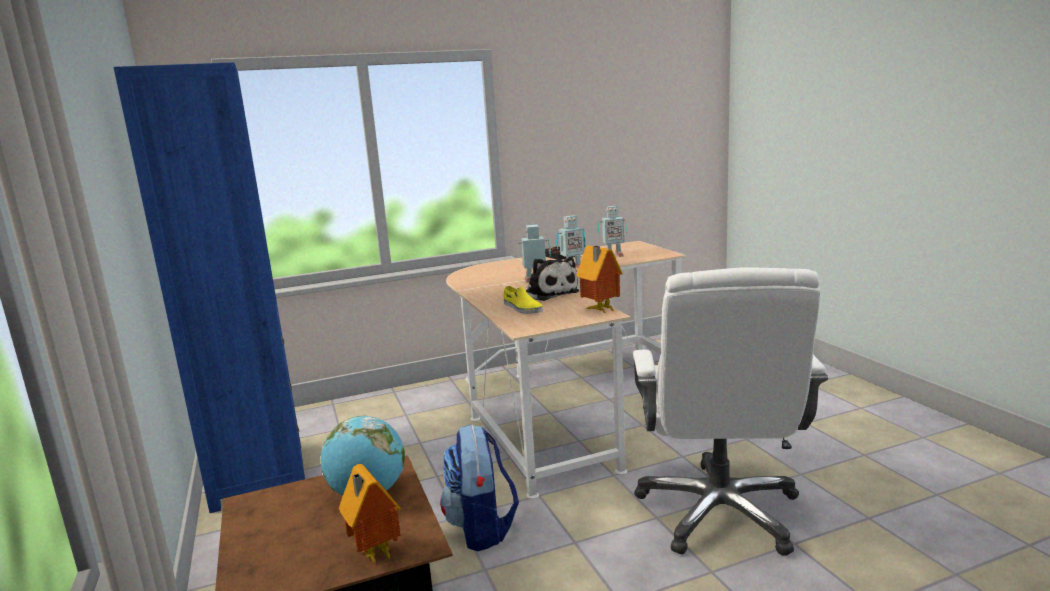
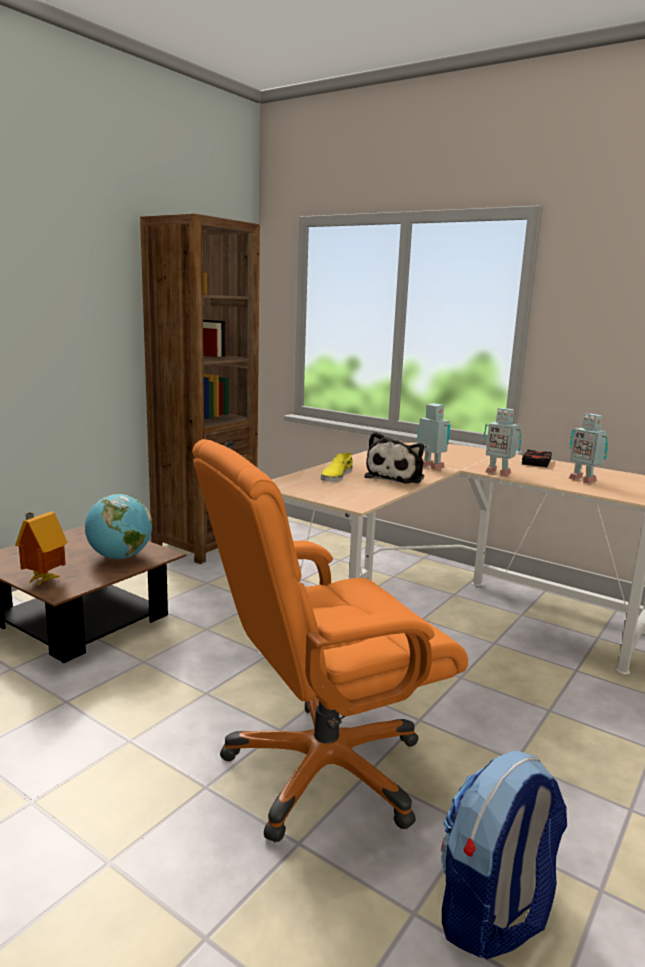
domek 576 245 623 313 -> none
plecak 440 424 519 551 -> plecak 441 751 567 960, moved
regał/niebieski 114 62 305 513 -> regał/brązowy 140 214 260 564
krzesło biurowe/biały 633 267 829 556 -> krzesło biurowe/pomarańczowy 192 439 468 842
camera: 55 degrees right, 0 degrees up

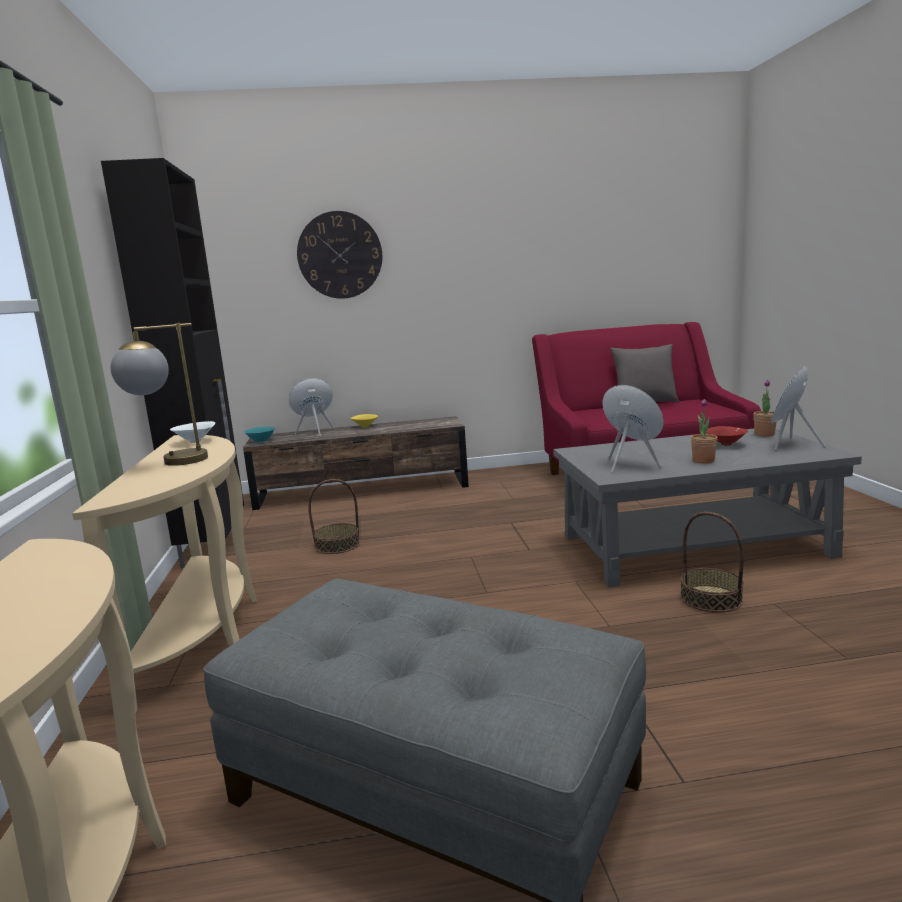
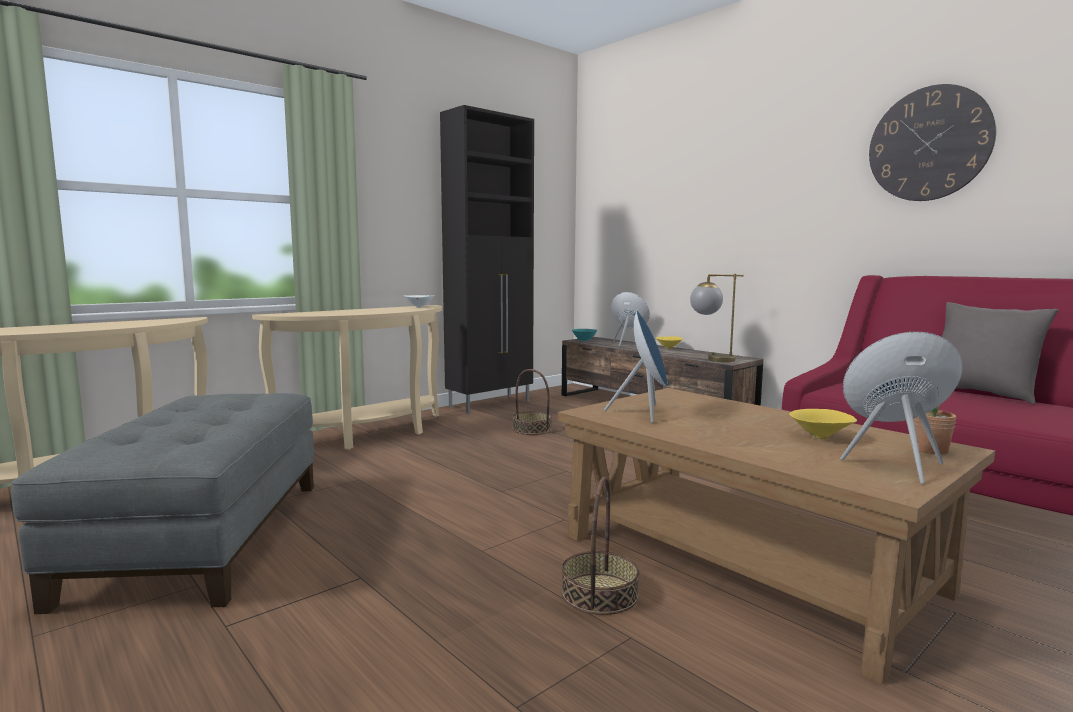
roślina doniczkowa 691 399 718 463 -> none
lampa stołowa 111 323 208 466 -> lampa stołowa 690 274 744 362, moved
zegar ścienny 297 211 382 299 -> zegar ścienny 869 84 996 201, moved
ława/szary 553 429 862 587 -> ława/brązowy 558 388 995 685
miska/czerwony 706 426 748 446 -> miska/żółty 789 409 857 439
camera: 55 degrees right, 5 degrees down

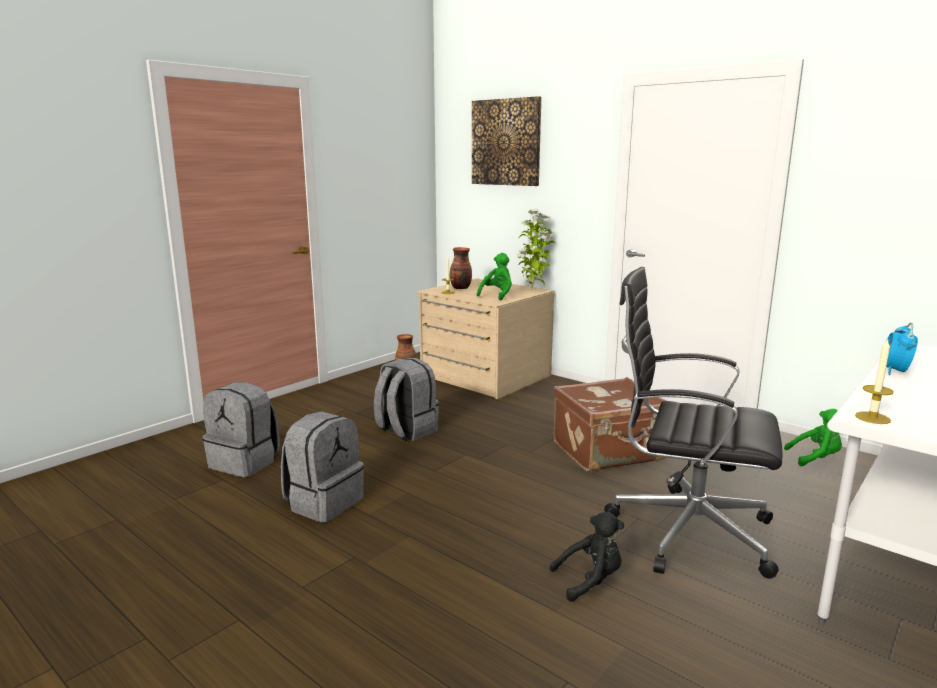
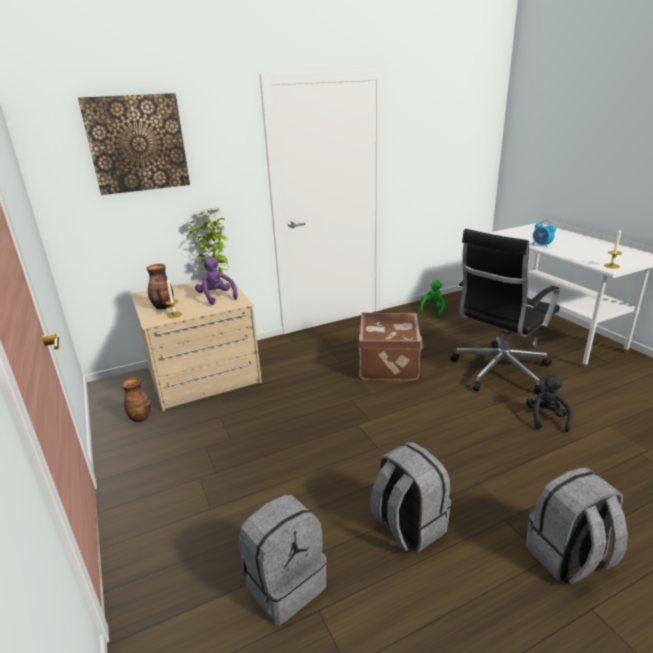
plecak/szary 374 357 439 441 -> plecak/szary 526 467 628 584, moved
pluszak/zielony 477 253 512 301 -> pluszak/fioletowy 195 256 238 305
camera: 65 degrees left, 10 degrees up

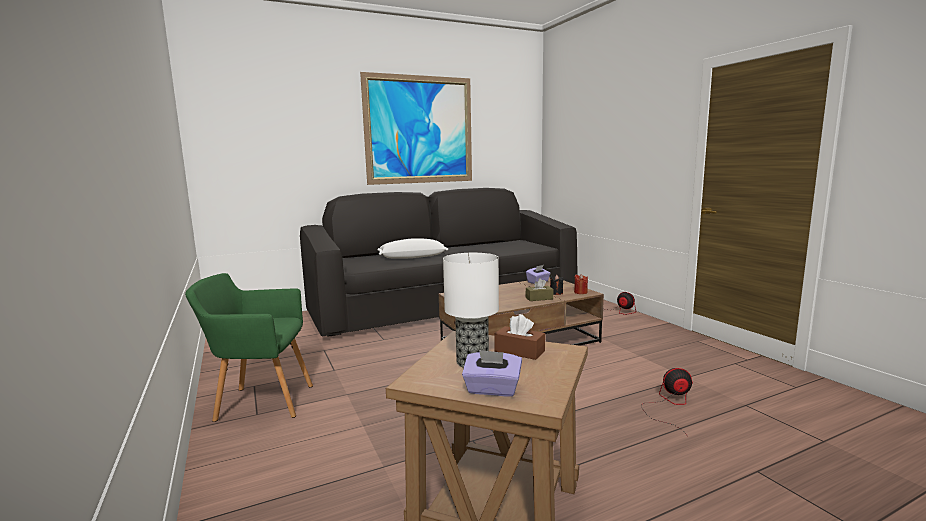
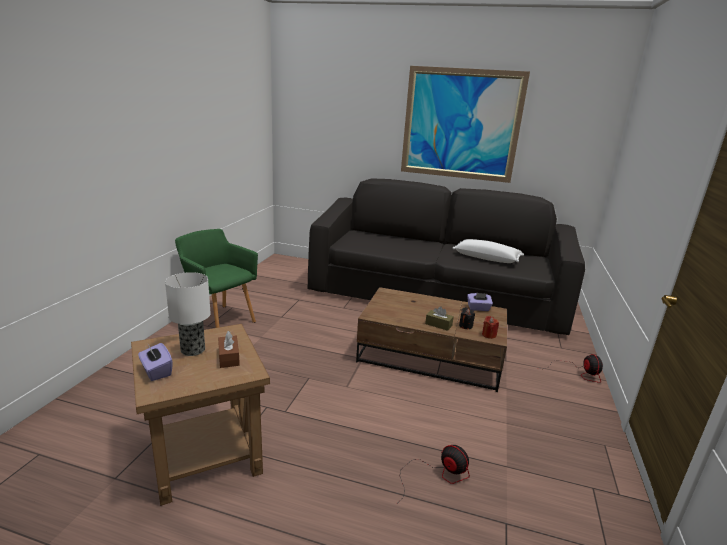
poduszka/biały 377 238 448 259 -> poduszka/biały 453 239 524 263, moved
camera: 40 degrees right, 10 degrees up

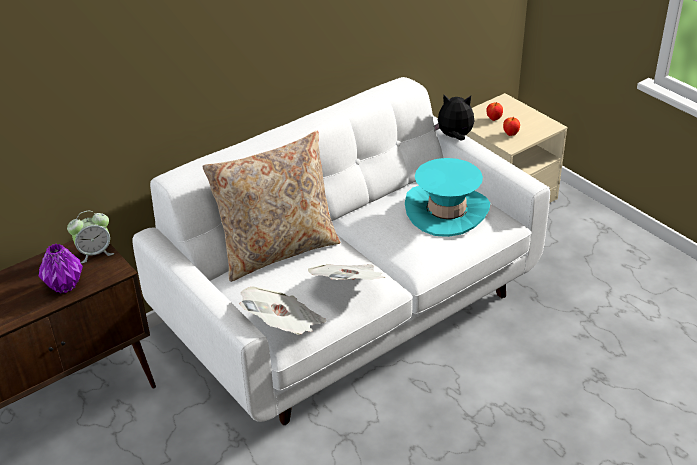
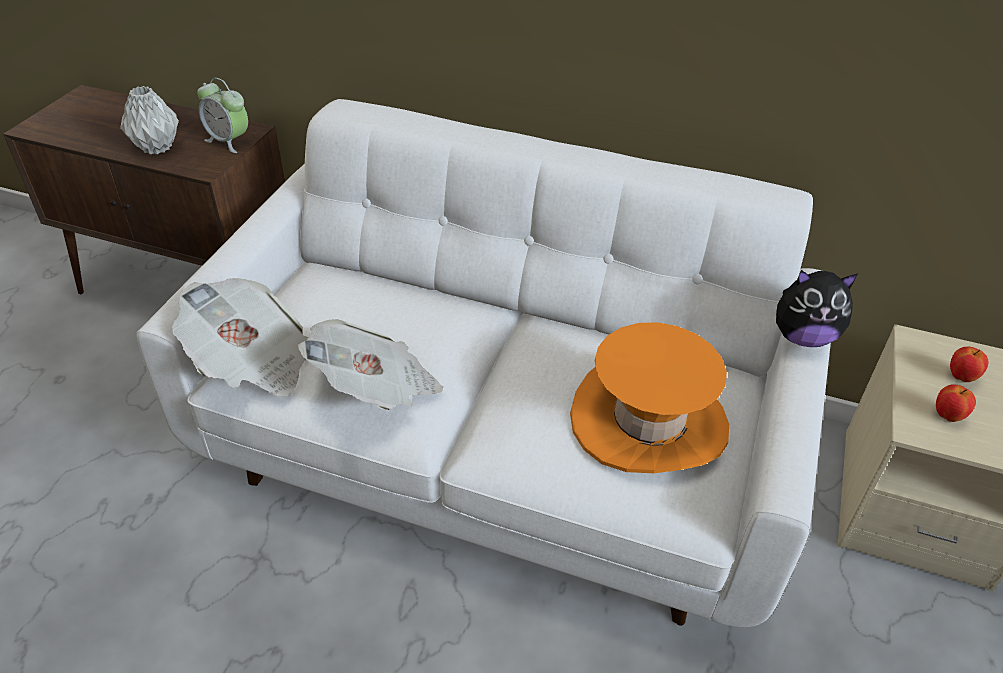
poduszka/beżowy 202 131 340 282 -> none
wazon/fioletowy 39 244 83 293 -> wazon/szary 120 86 179 154
kapelusz/turkusowy 405 158 490 237 -> kapelusz/pomarańczowy 570 322 729 473
pluszak 434 94 474 141 -> pluszak 776 270 858 347, 120 degrees clockwise
camera: 55 degrees right, 5 degrees up

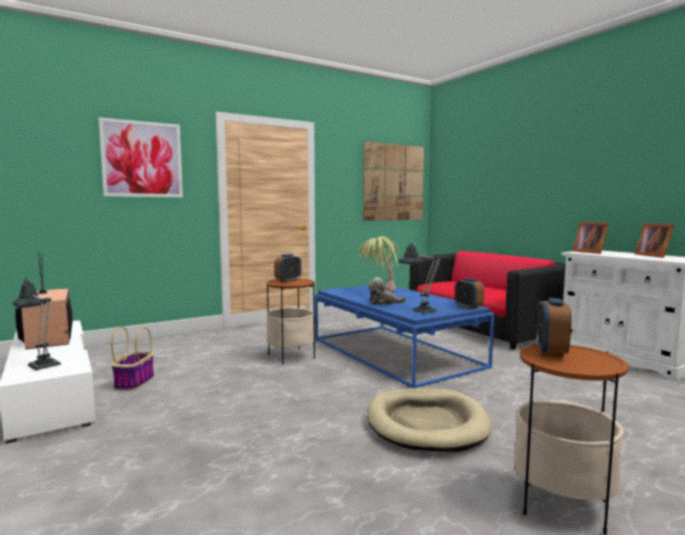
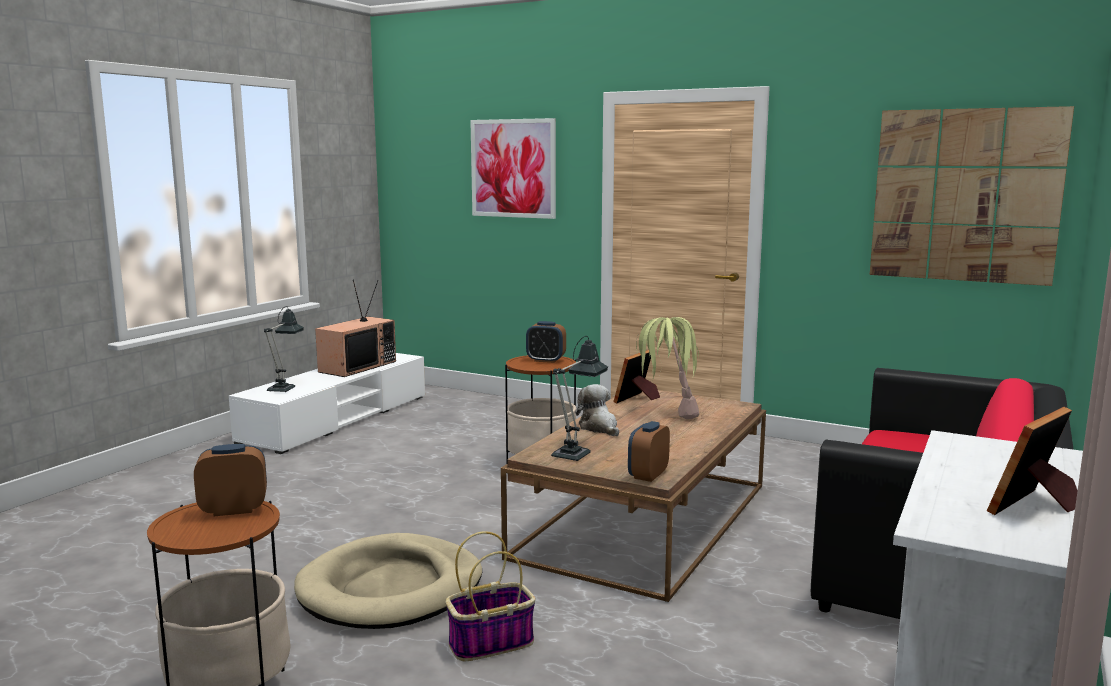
koszyk 111 326 154 391 -> koszyk 446 531 536 661, moved
ramka na zdjęcie 573 222 608 254 -> ramka na zdjęcie 613 350 660 404, moved
ława/niebieski 315 284 494 388 -> ława/brązowy 501 390 766 603
camera: 60 degrees right, 5 degrees up

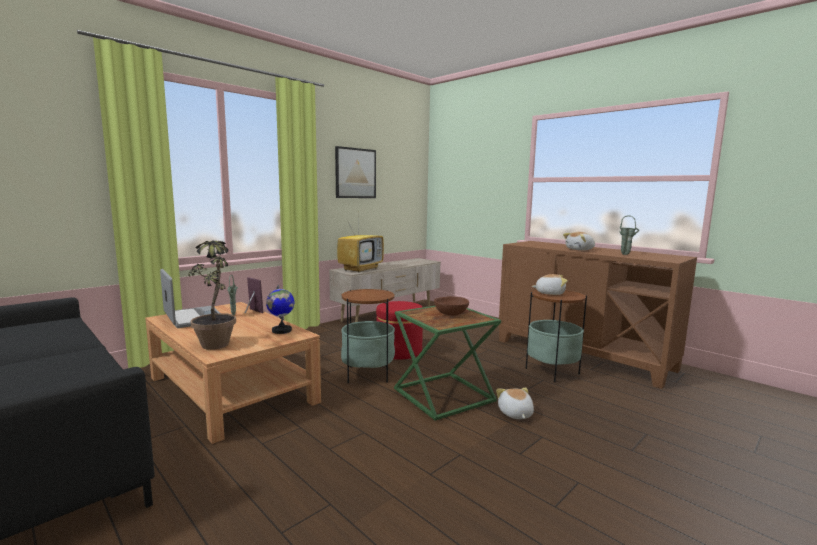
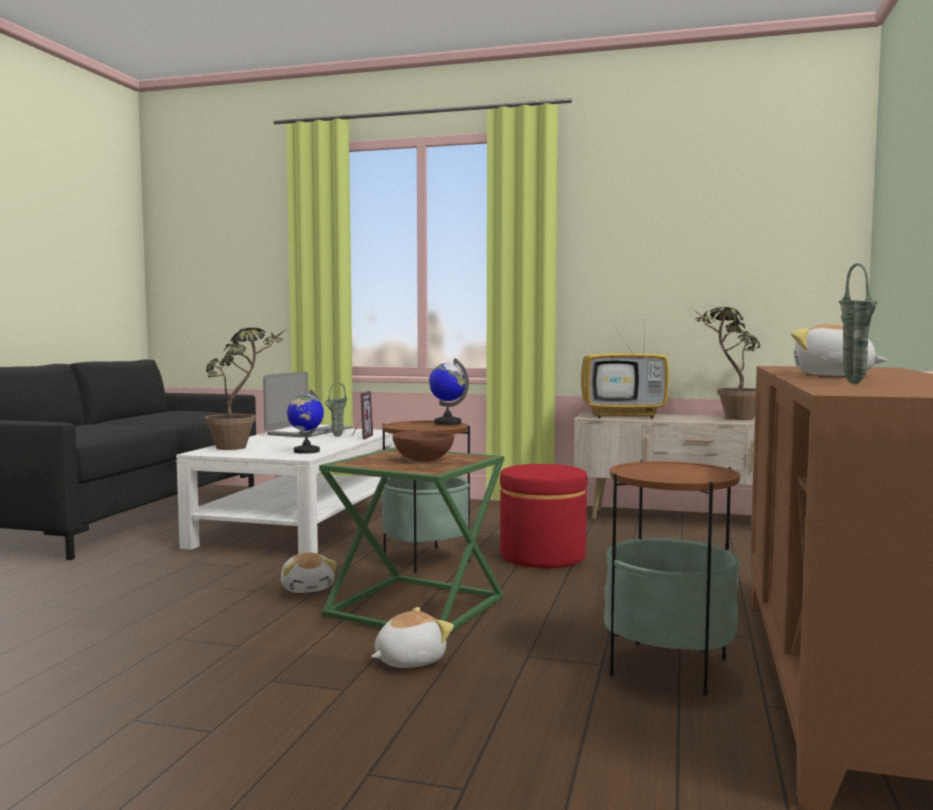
obraz 335 146 376 198 -> none
none -> globus 429 358 469 425
none -> roślina doniczkowa 693 307 760 420
pluszak 532 274 568 295 -> pluszak 281 553 337 593, moved
ława/brązowy 145 302 321 444 -> ława/biały 176 427 395 554
camera: 60 degrees right, 5 degrees down

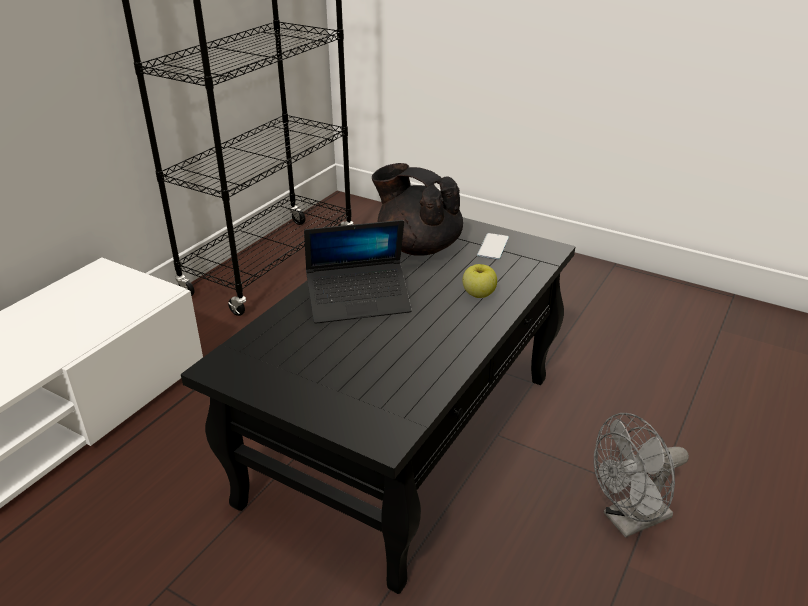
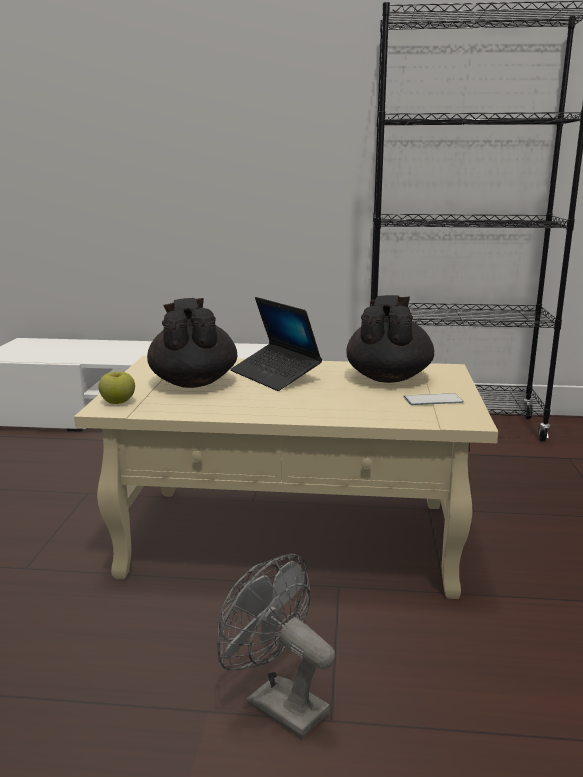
none -> imbryk/czarny 147 298 237 388
jabłko 462 264 497 298 -> jabłko 98 372 135 404, moved
ława/czarny 181 217 576 594 -> ława/beżowy 74 356 498 599
camera: 65 degrees right, 15 degrees down

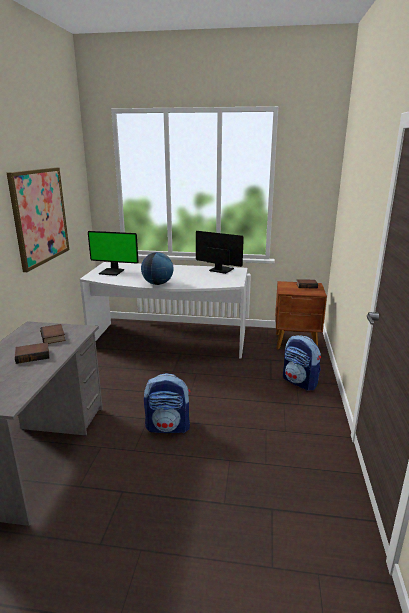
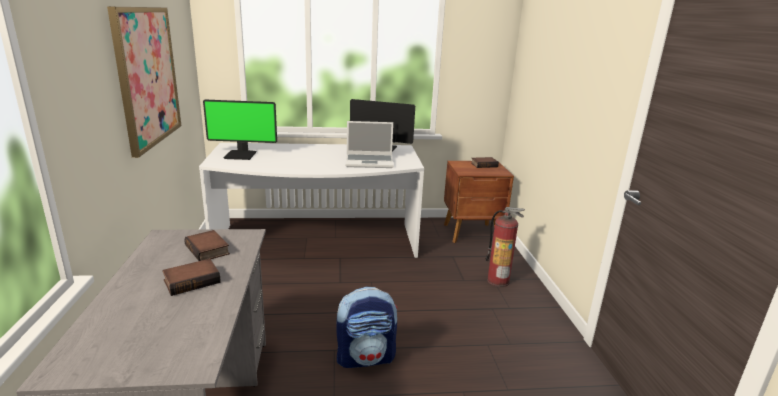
globus 141 252 174 285 -> none
none -> laptop 345 121 394 168
plecak 283 335 321 391 -> gaśnica 485 207 525 287
camera: 15 degrees left, 0 degrees up

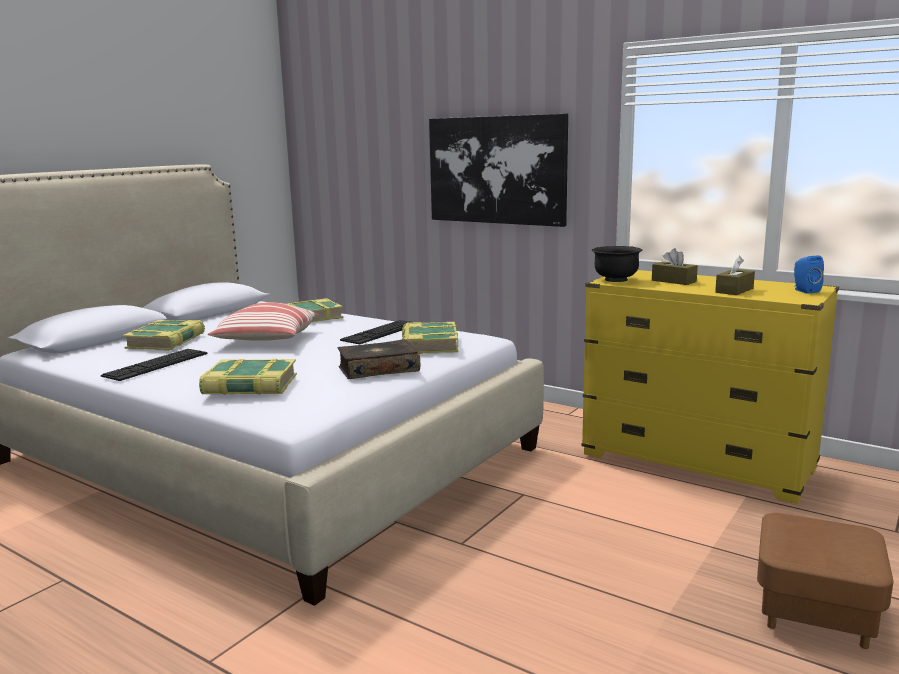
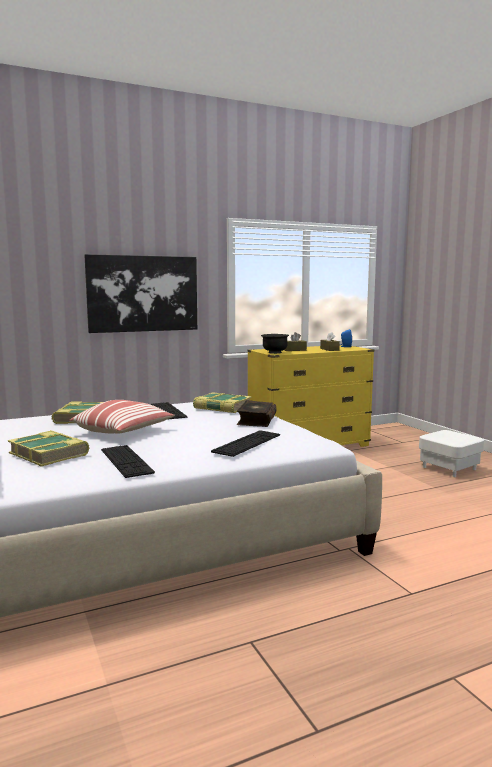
książka 199 359 297 395 -> klawiatura 211 430 280 457
pufa/brązowy 757 513 893 649 -> pufa/biały 419 430 484 477
camera: 60 degrees left, 5 degrees down

